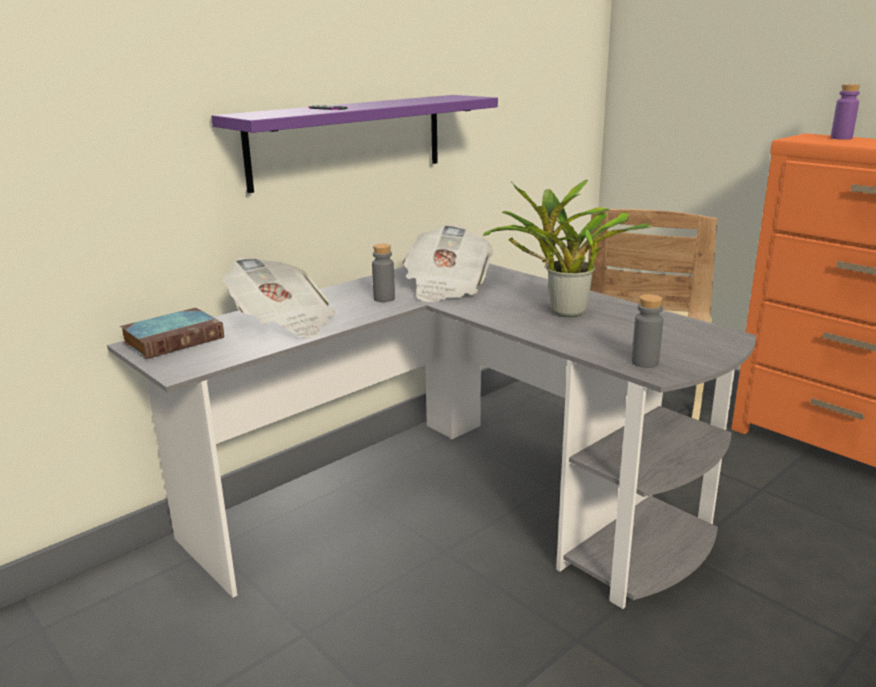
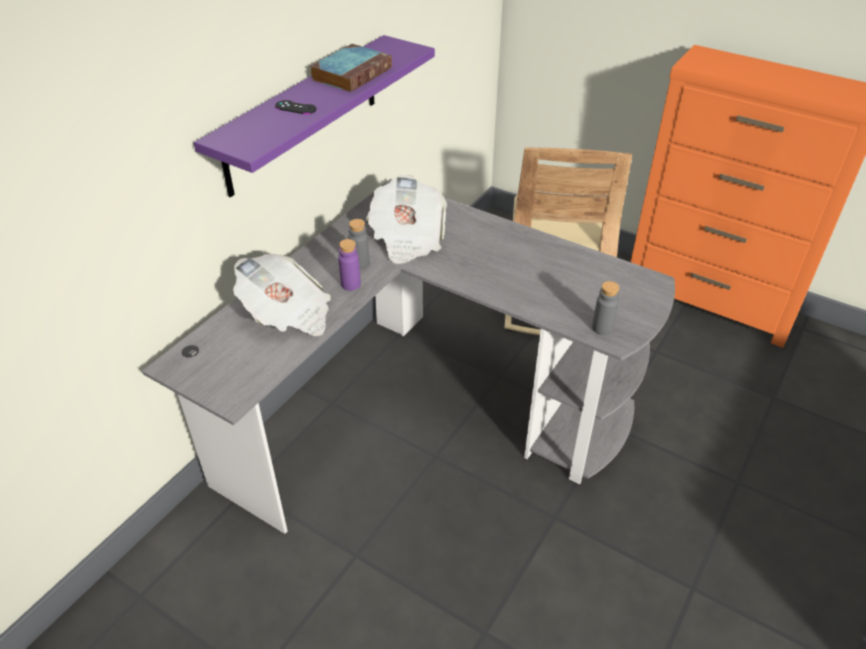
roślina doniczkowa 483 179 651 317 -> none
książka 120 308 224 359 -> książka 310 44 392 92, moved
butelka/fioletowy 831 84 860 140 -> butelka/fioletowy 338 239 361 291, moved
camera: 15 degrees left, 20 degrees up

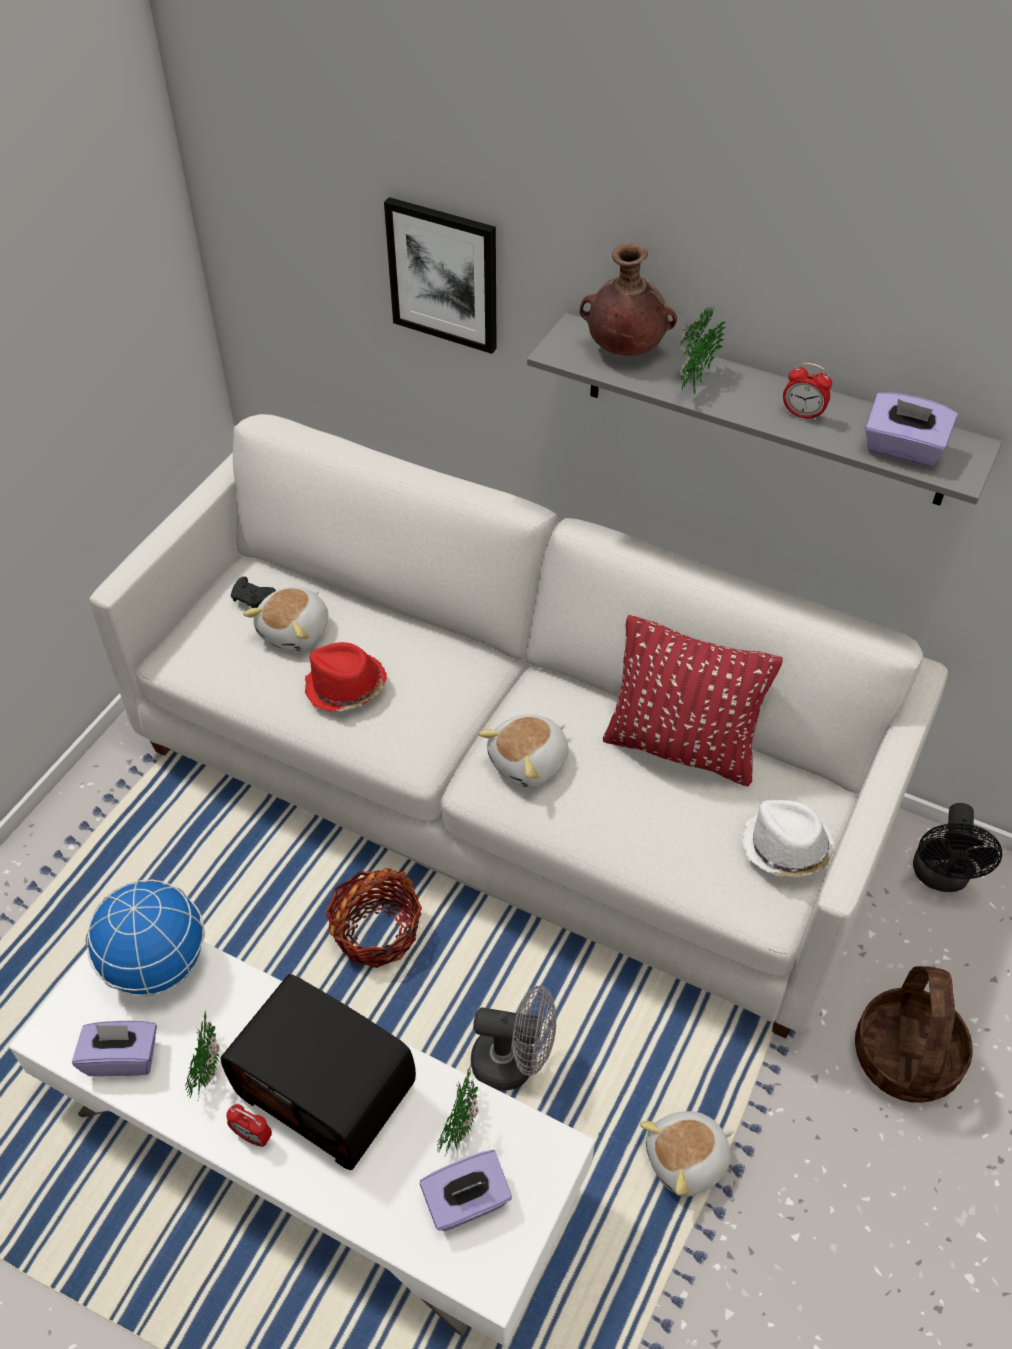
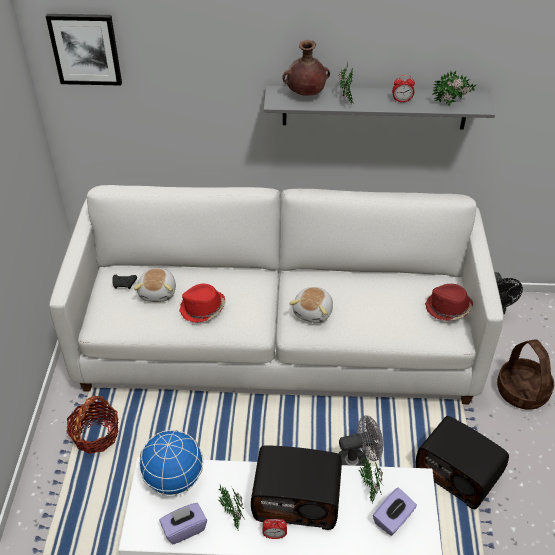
poduszka/czerwony 603 615 783 786 -> none
koszyk 325 868 422 968 -> koszyk 67 396 119 454, moved
obraz 384 197 497 354 -> obraz 46 14 122 86, moved
pluszak 640 1111 734 1197 -> radio 416 416 509 509
pudełko chusteczek/fioletowy 865 393 958 467 -> roślina doniczkowa 432 71 477 106
kapelusz/biały 741 800 836 877 -> kapelusz/czerwony 425 284 473 321
camera: 25 degrees left, 5 degrees down

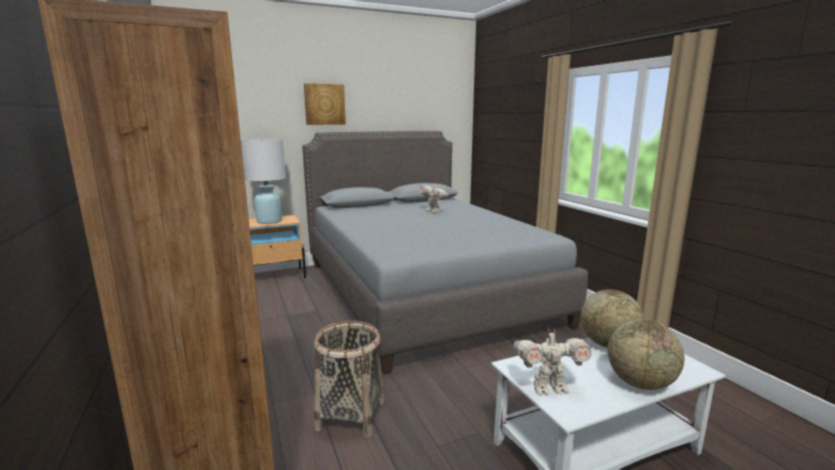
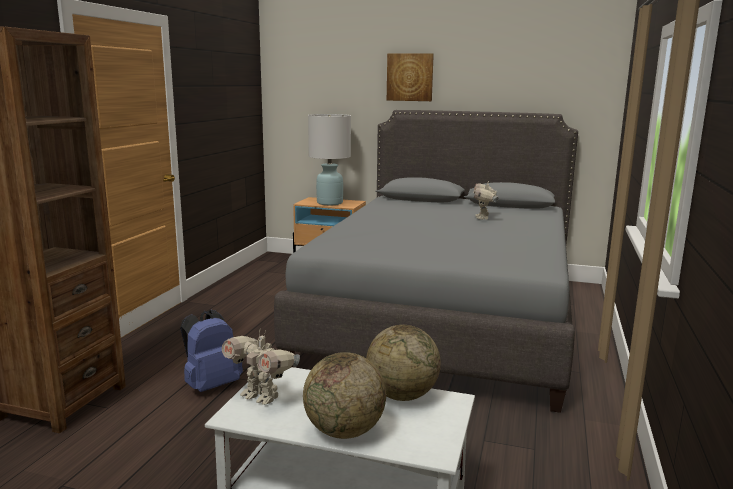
koszyk 314 321 385 437 -> plecak/niebieski 180 310 243 392
camera: 40 degrees right, 0 degrees up

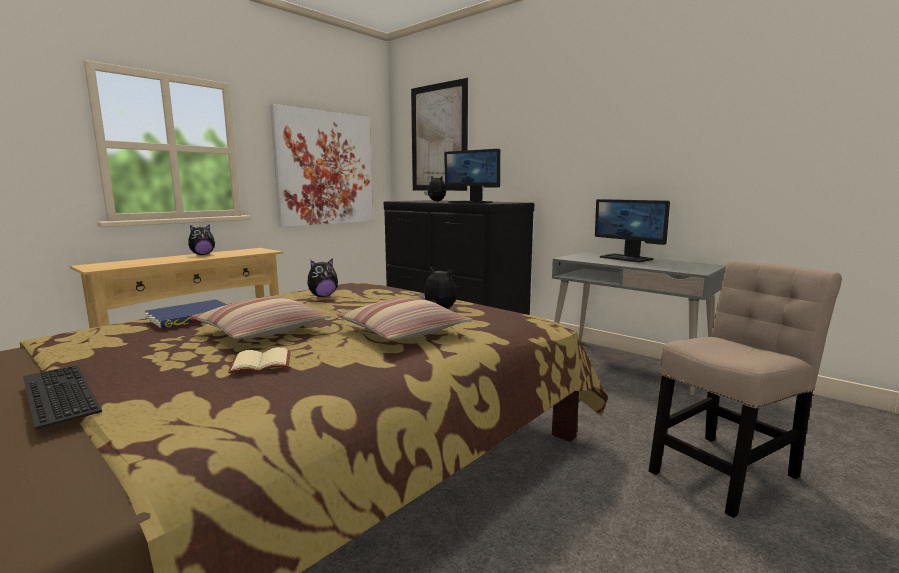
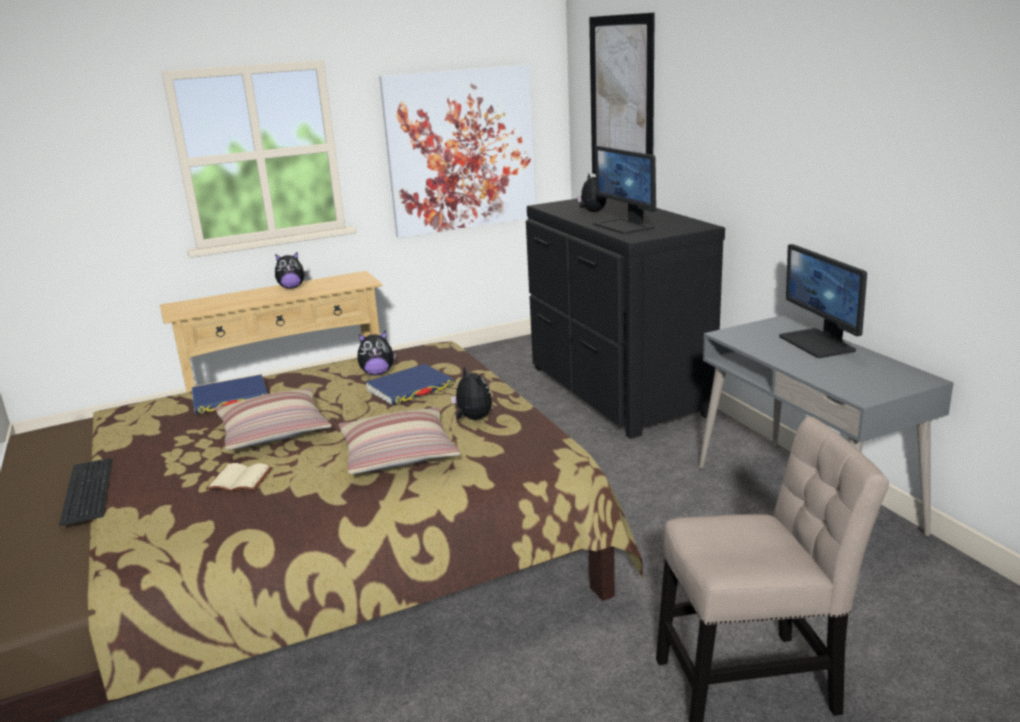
none -> książka/niebieski 365 364 453 405
camera: 25 degrees right, 10 degrees up

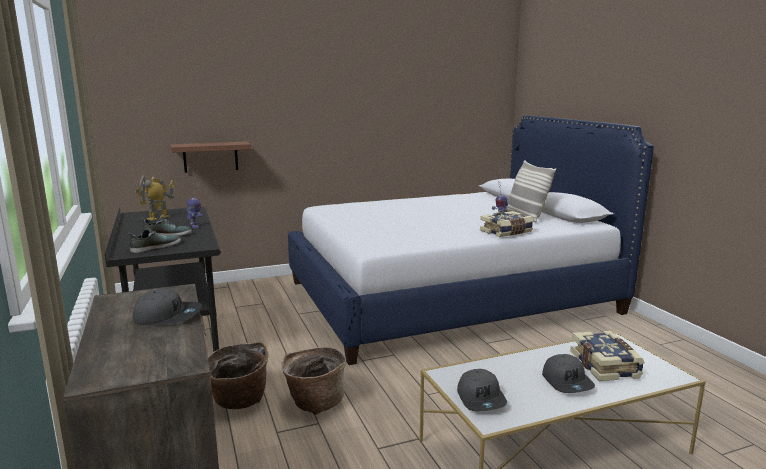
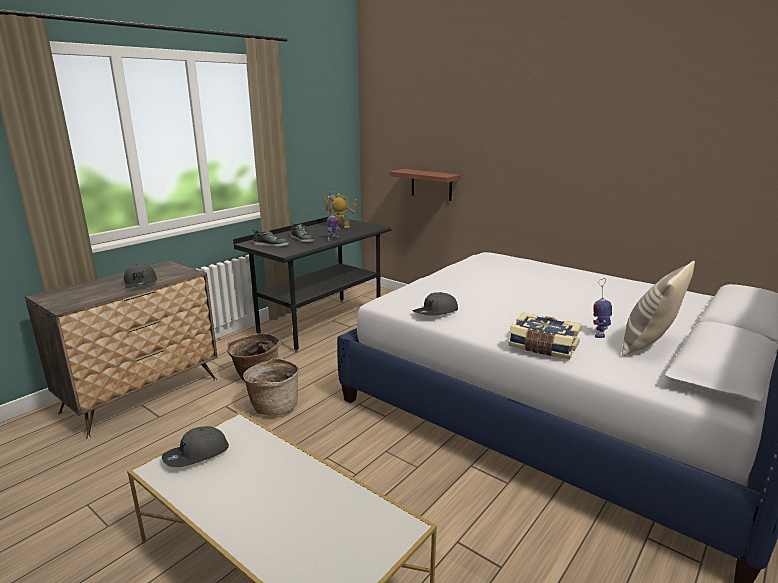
książka 570 330 645 381 -> none
czapka z daszkiem/szary 542 354 595 393 -> czapka z daszkiem/szary 413 292 458 316, moved
camera: 60 degrees right, 5 degrees up

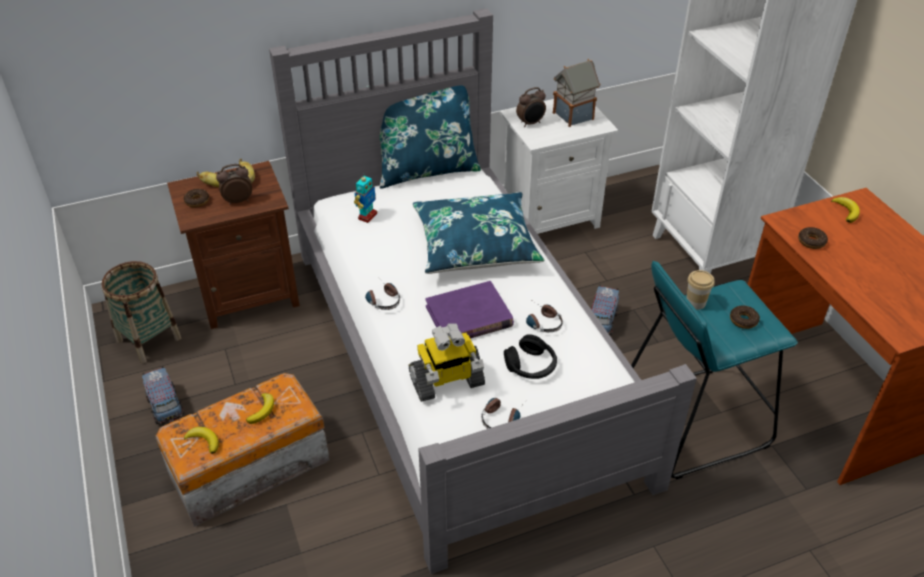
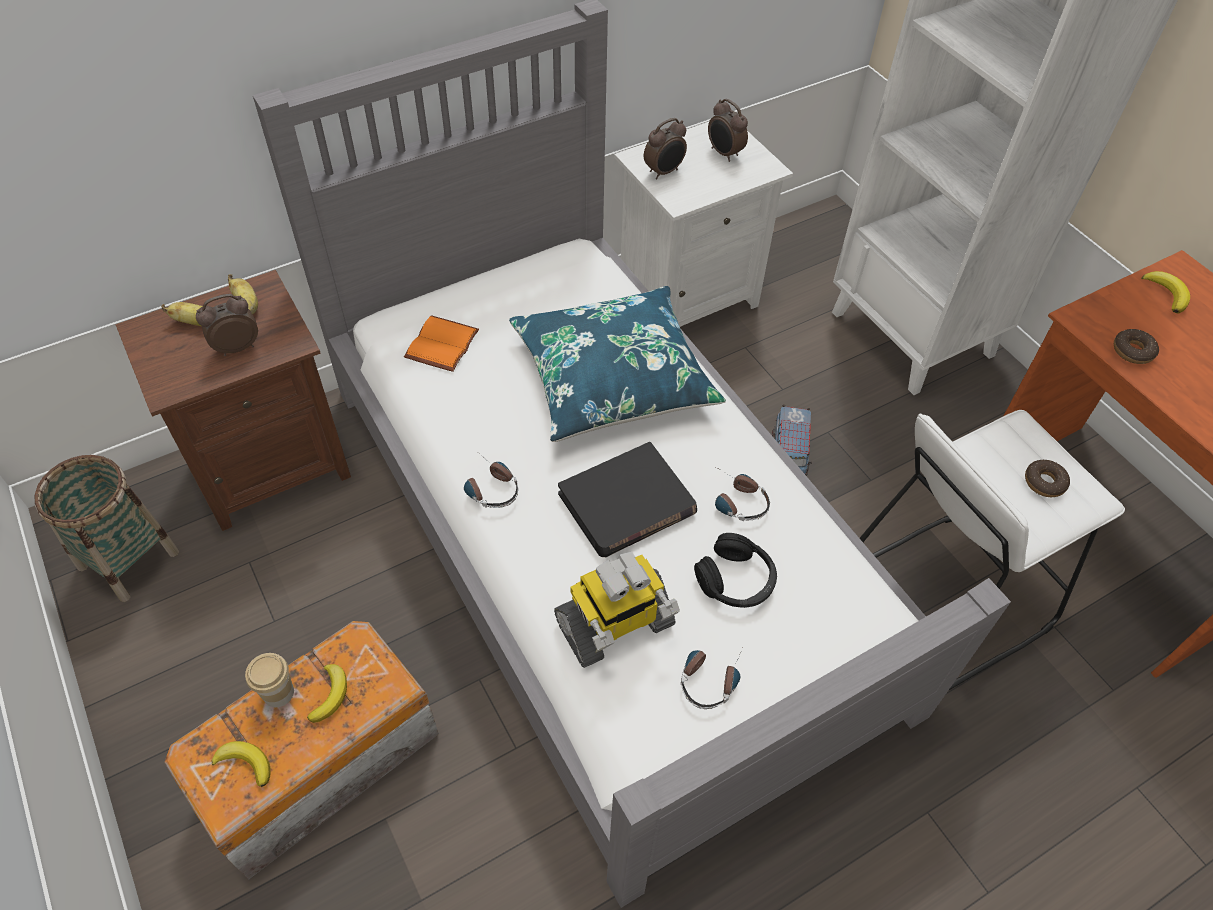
ciężarówka zabawkowa 142 366 185 424 -> none
donut 184 189 209 207 -> none
poduszka/niebieski 366 85 481 189 -> none
filiżanka 686 270 715 310 -> filiżanka 245 653 294 707, moved
robot zabawkowy 354 173 377 223 -> książka/pomarańczowy 404 315 479 372
domek 553 59 601 127 -> budzik 708 99 748 162
książka/fioletowy 426 281 514 339 -> książka/czarny 558 442 697 558
stołek/turkusowy 631 261 798 479 -> stołek/biały 860 410 1125 691
camera: 10 degrees left, 10 degrees up

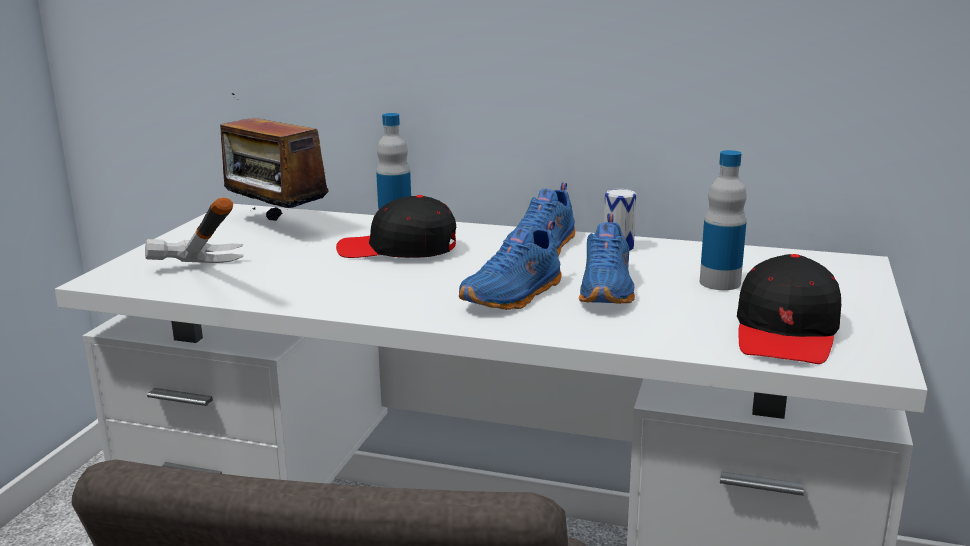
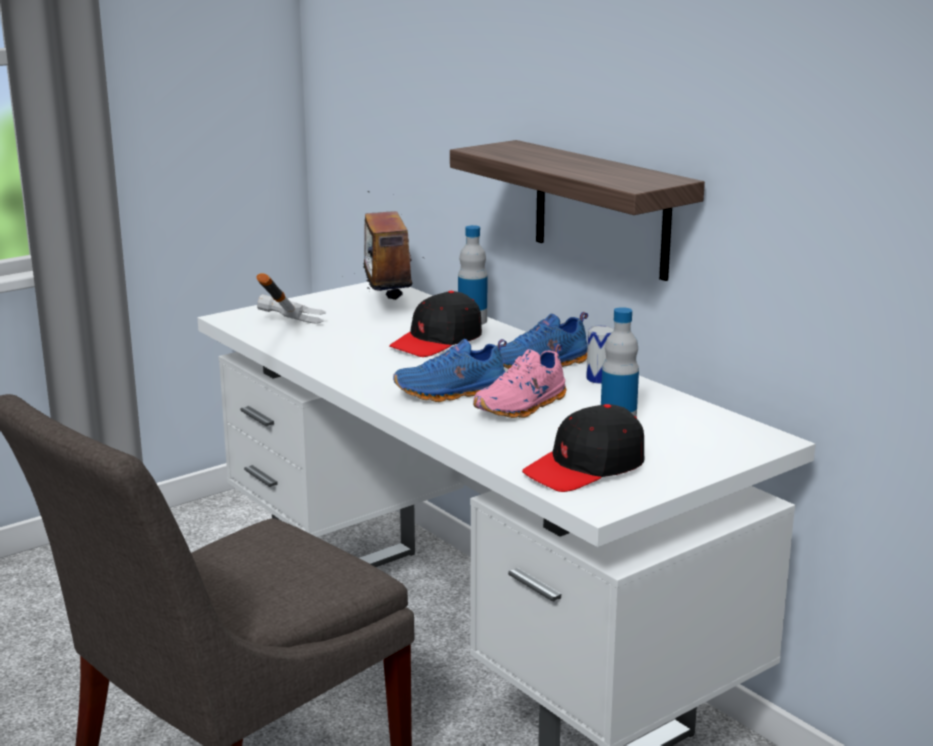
none -> półka 450 140 705 281
but/niebieski 579 213 635 304 -> but/różowy 473 344 566 418
czapka z daszkiem/czarny 336 195 456 258 -> czapka z daszkiem/czarny 389 291 482 357, 90 degrees counterclockwise
camera: 35 degrees right, 0 degrees up

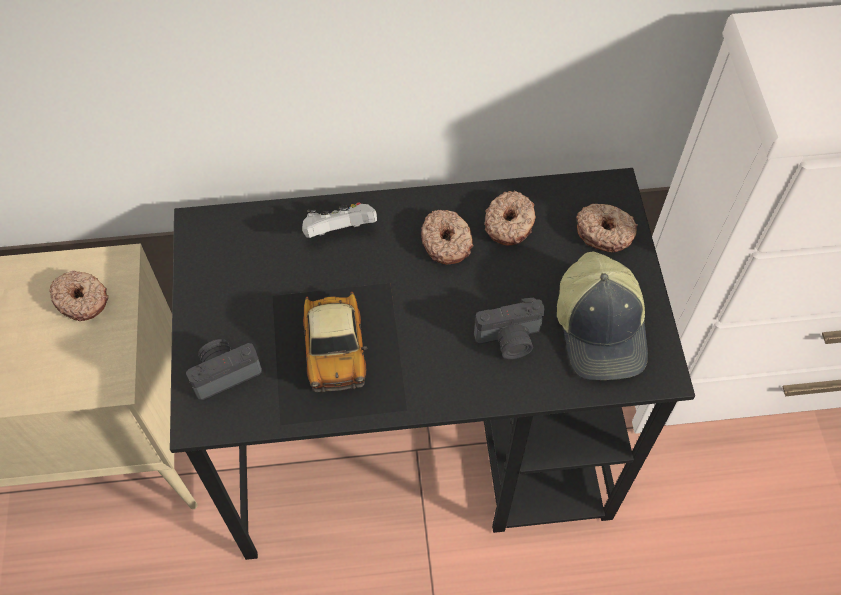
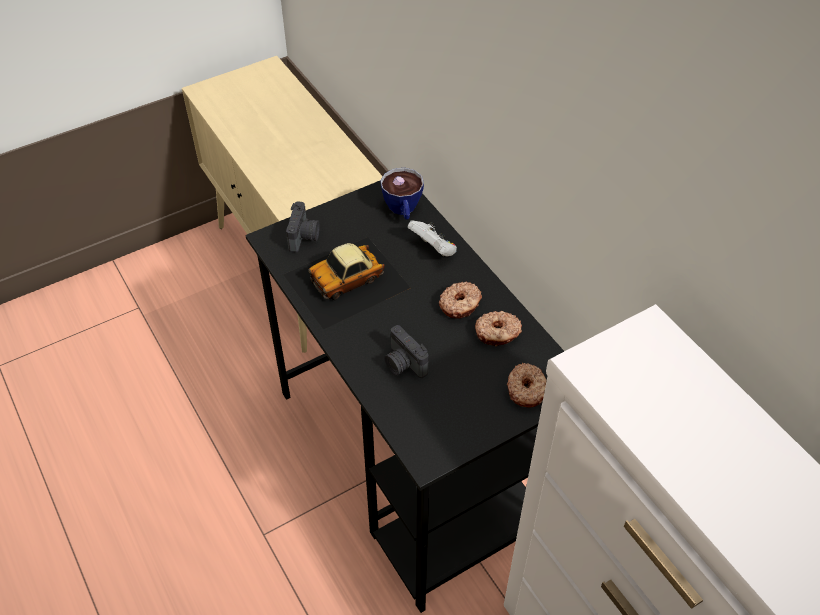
donut 49 271 108 321 -> none
czapka z daszkiem 557 252 648 380 -> none
none -> filiżanka 380 167 424 220
aparat fotograficzny 186 339 262 400 -> aparat fotograficzny 286 201 320 253, 60 degrees clockwise
camera: 65 degrees right, 10 degrees down

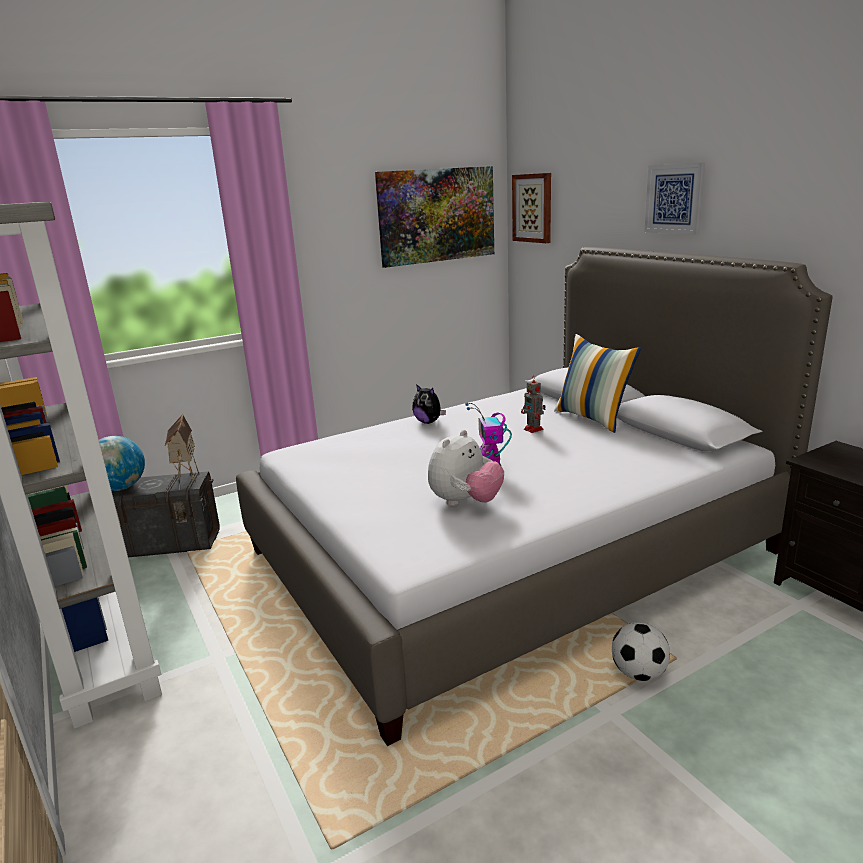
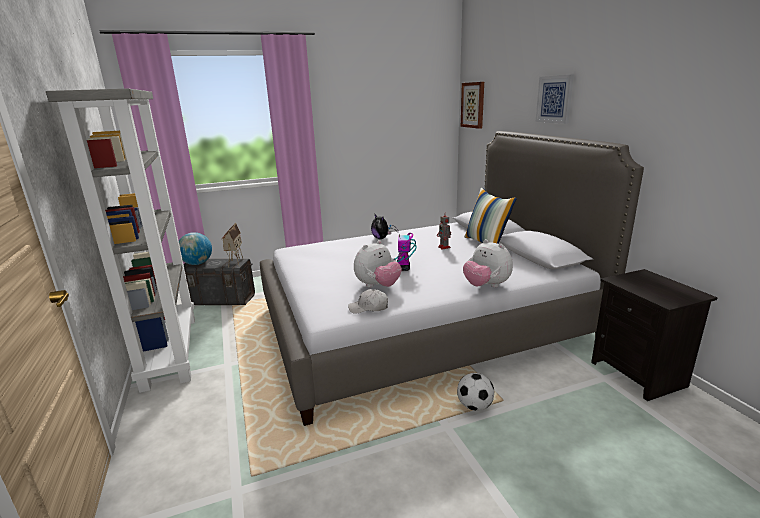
obraz 375 166 494 268 -> none
none -> czapka z daszkiem/biały 348 289 388 314
none -> pluszak 463 239 513 287
camera: 10 degrees right, 0 degrees up

